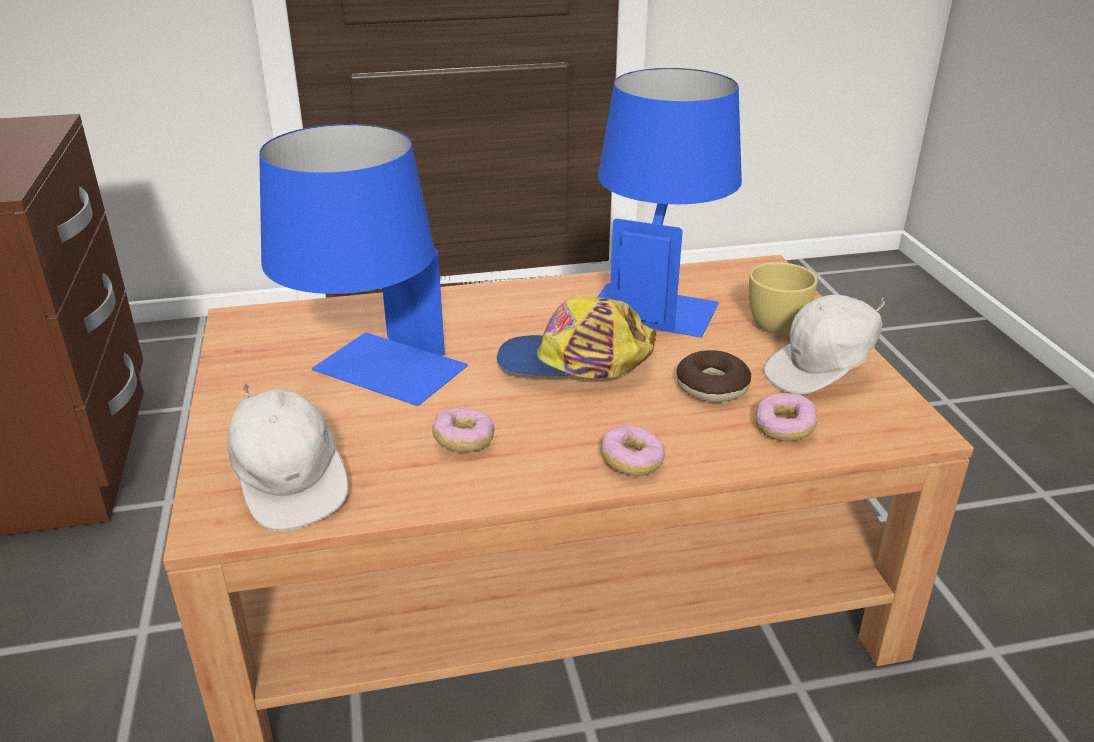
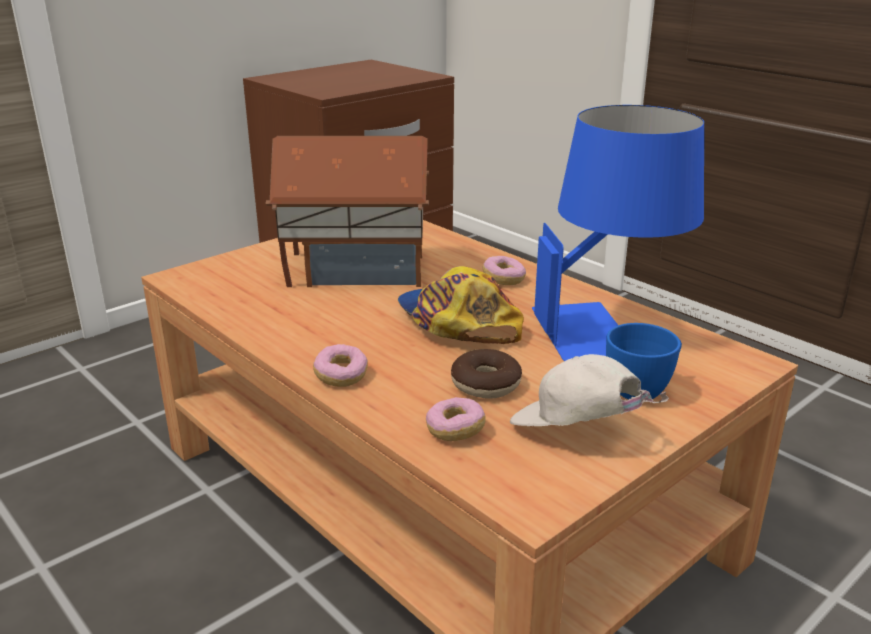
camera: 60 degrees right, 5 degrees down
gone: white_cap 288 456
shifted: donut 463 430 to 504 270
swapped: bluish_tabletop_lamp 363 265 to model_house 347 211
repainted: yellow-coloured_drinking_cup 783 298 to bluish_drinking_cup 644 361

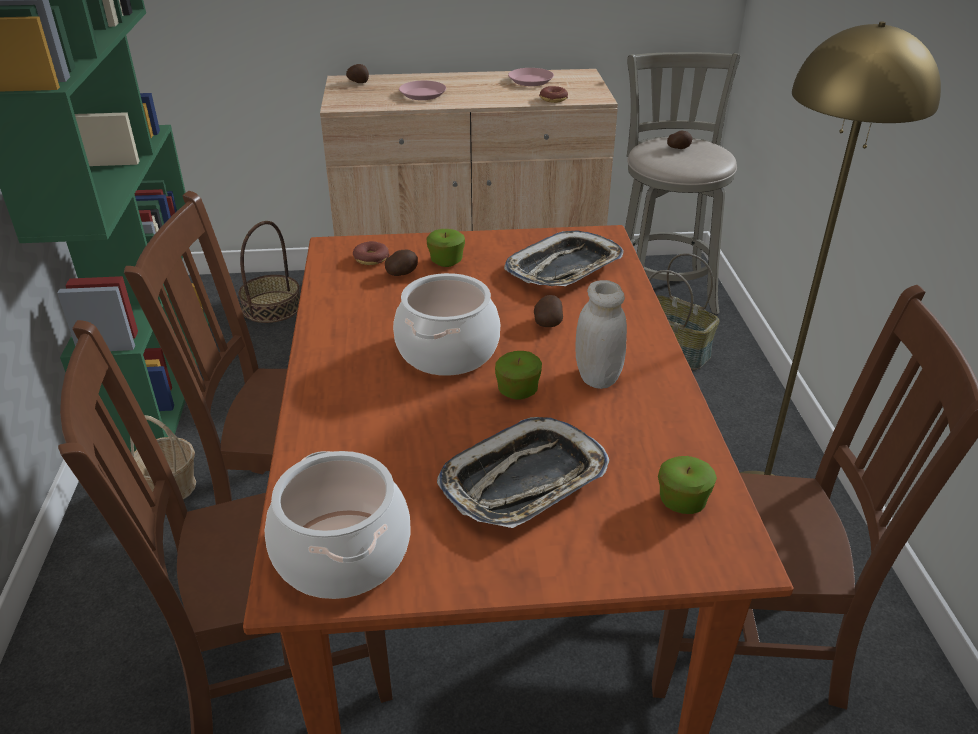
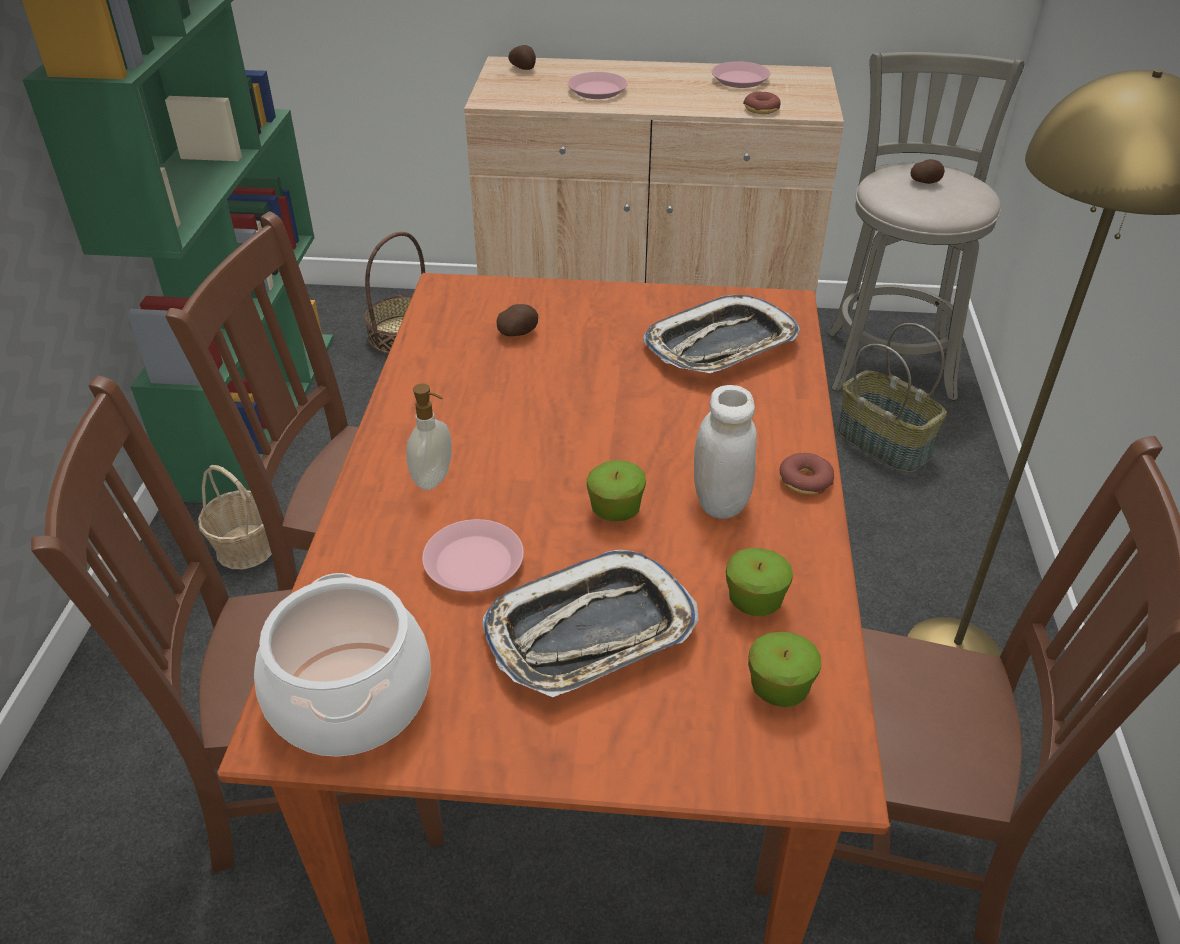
camera: 10 degrees right, 5 degrees up
gone: saucepot 446 324; whole_potato 548 311
new: liquid_soap_bottle 429 437; pink-coloured_plate 473 555
shifted: donut 371 253 to 807 474; apple_fruit 445 248 to 759 582

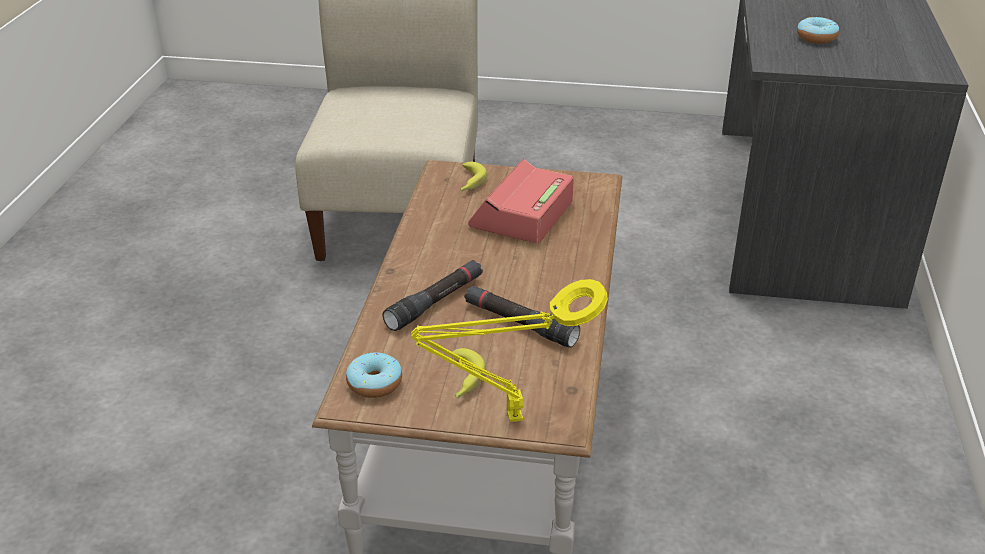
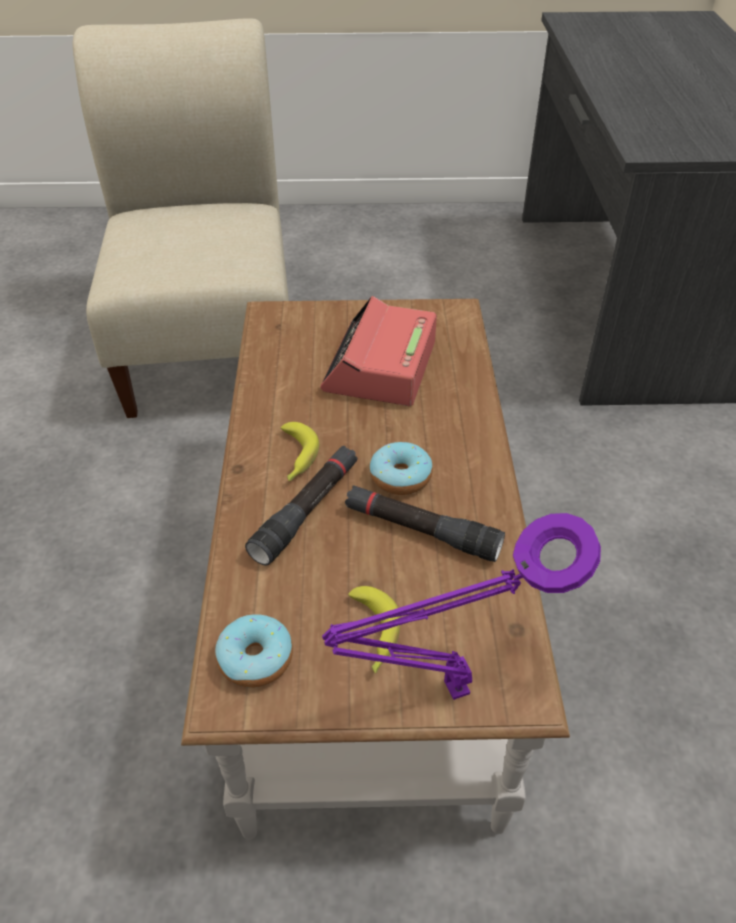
camera: 10 degrees left, 10 degrees up
shifted: whole_banana 474 176 to 299 451; donut 818 30 to 401 468
repainted: yellow-coloured_tabletop_lamp 509 350 to purple-coloured_tabletop_lamp 461 606

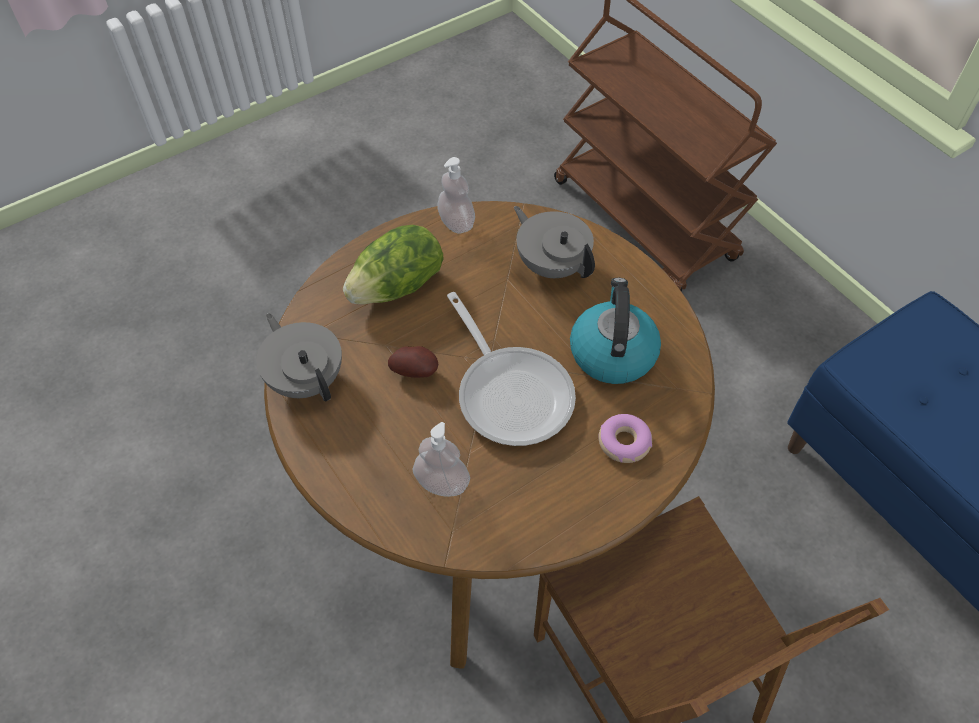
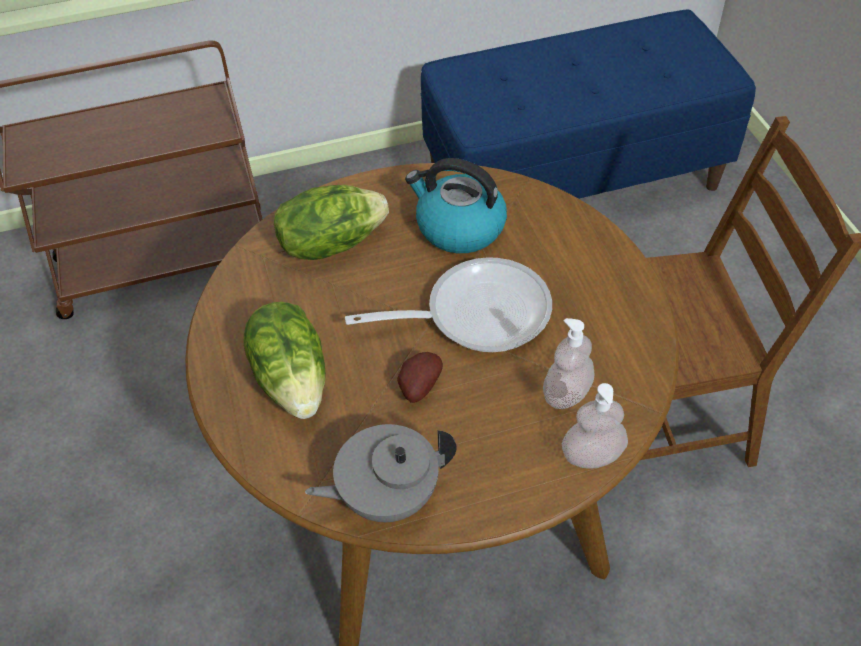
camera: 70 degrees left, 5 degrees down
gone: donut 625 438
shifted: liquid_soap_bottle 456 195 to 595 426
swapped: greyish_teapot 554 242 to lettuce 331 222

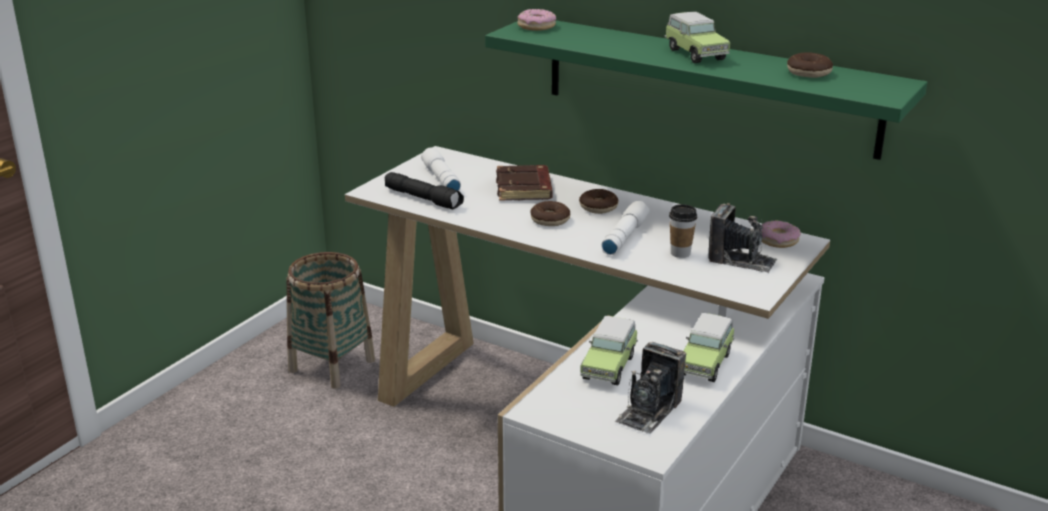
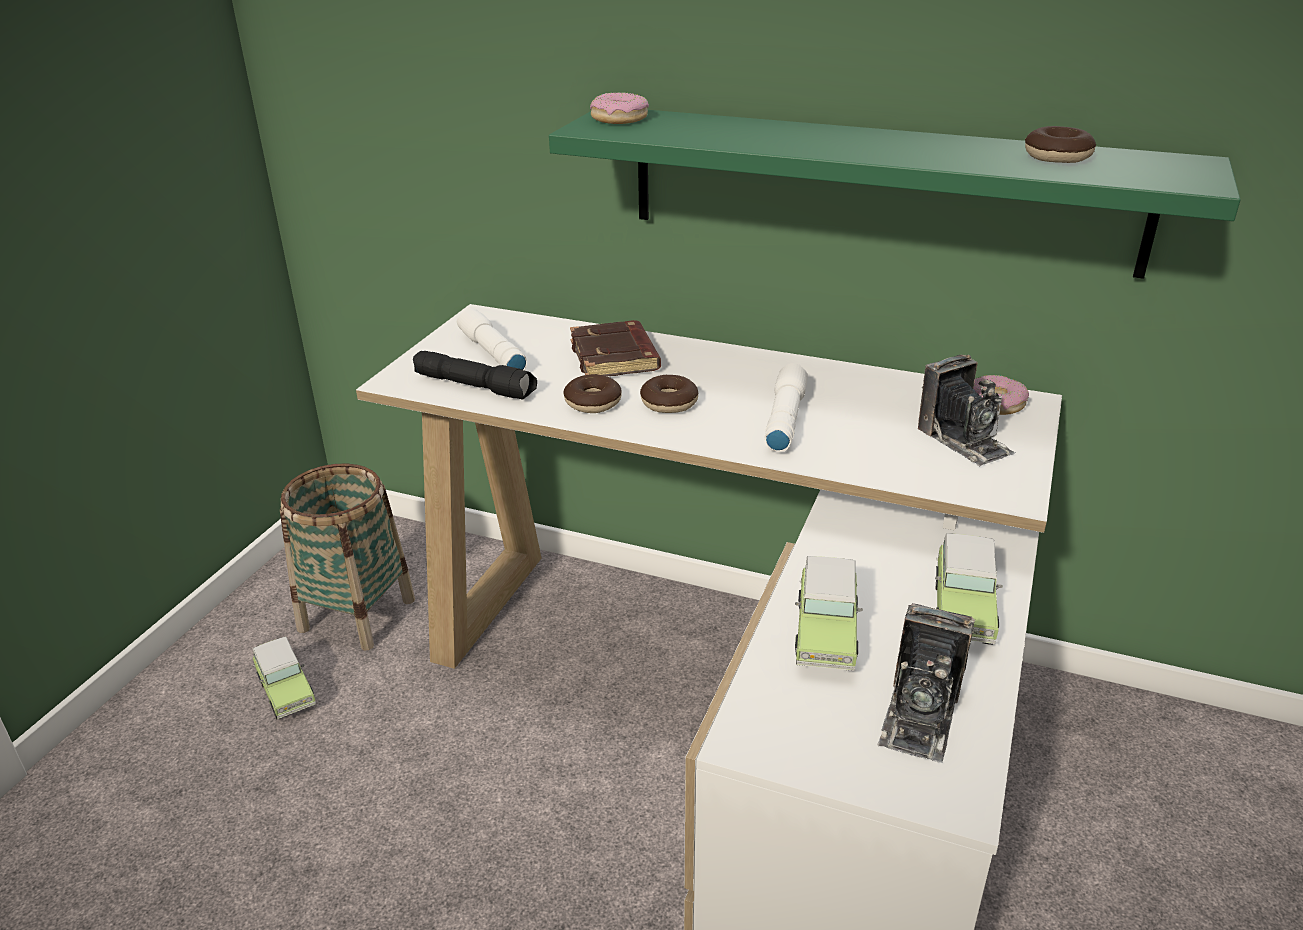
camera: 10 degrees left, 5 degrees up
gone: drinking_cup 683 231
shifted: donut 598 201 to 592 393; model_car 698 37 to 284 677
rotated: photo_camera 742 238 = 966 411 45 degrees clockwise

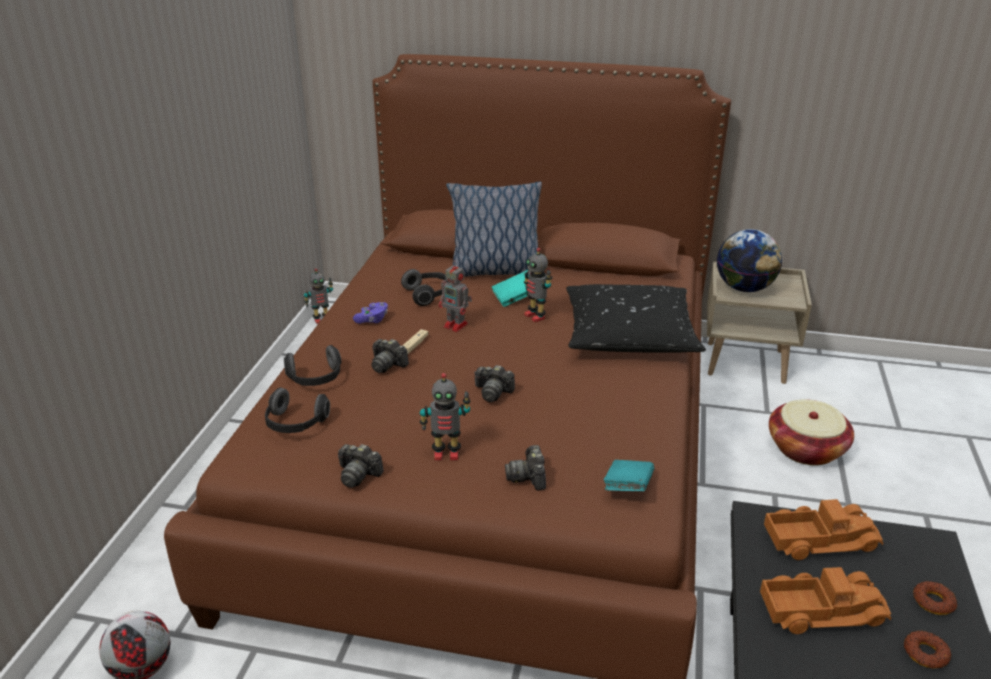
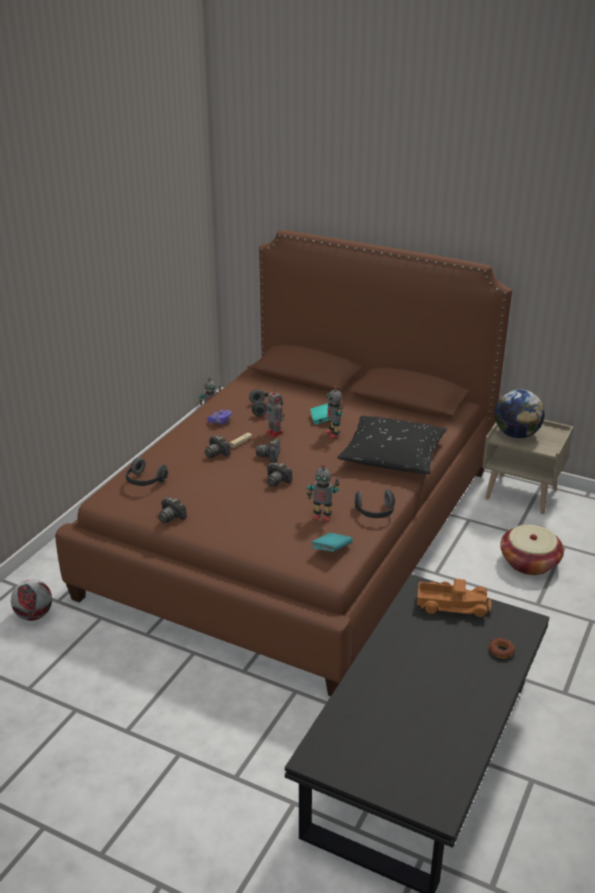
camera: 15 degrees right, 0 degrees up
gone: throw_pillow 494 229; toy_truck 825 600; donut 927 649
shifted: headset 312 365 to 374 504; toy_robot 445 416 to 323 493; photo_camera 525 467 to 268 450

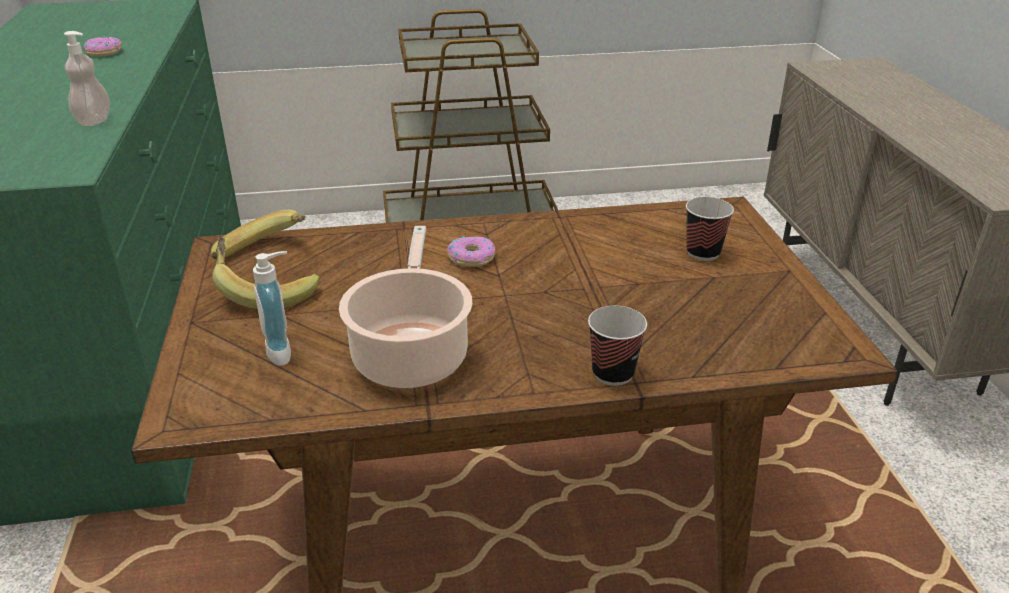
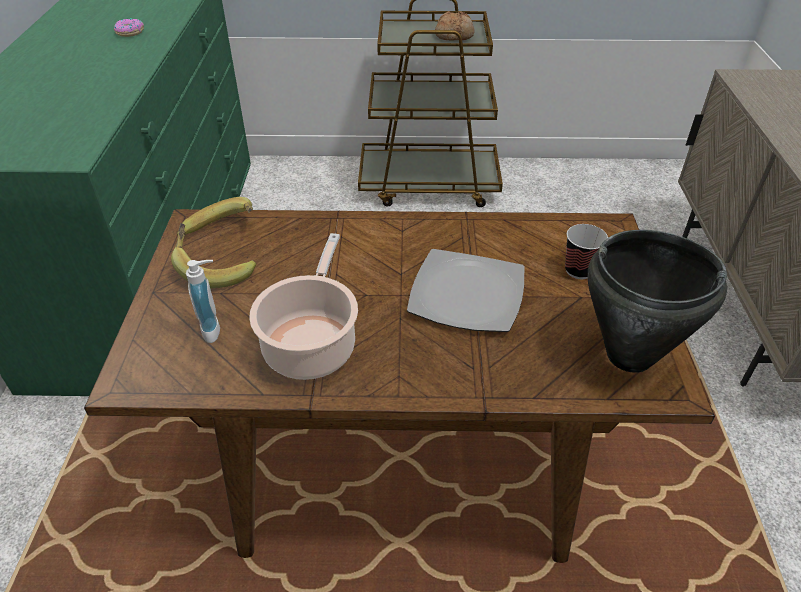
camera: 10 degrees right, 10 degrees up
gone: liquid_soap_bottle 87 78; donut 471 251; drinking_cup 617 346
new: plate 466 290; bakery_bread 454 26; black_saucepot 657 301

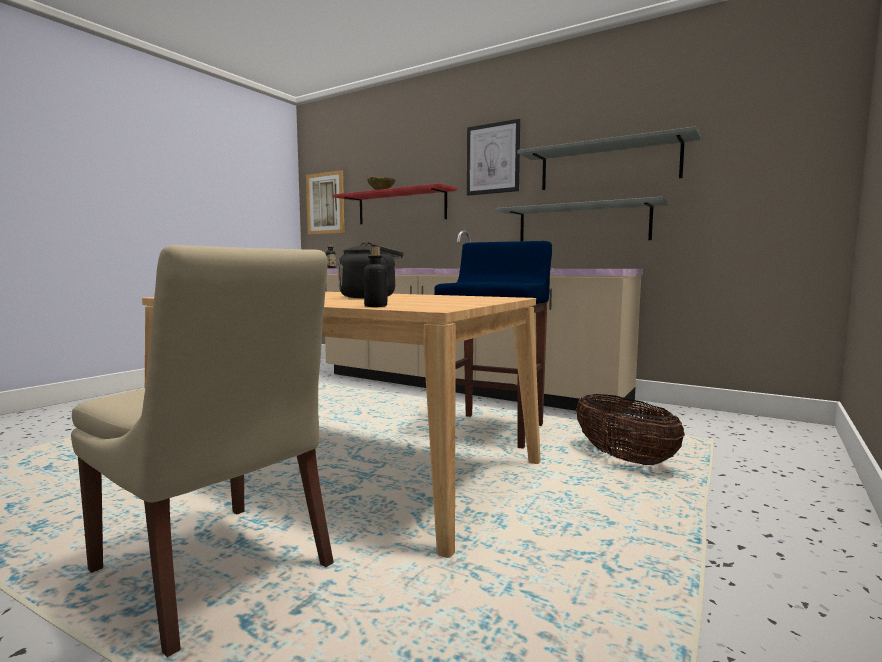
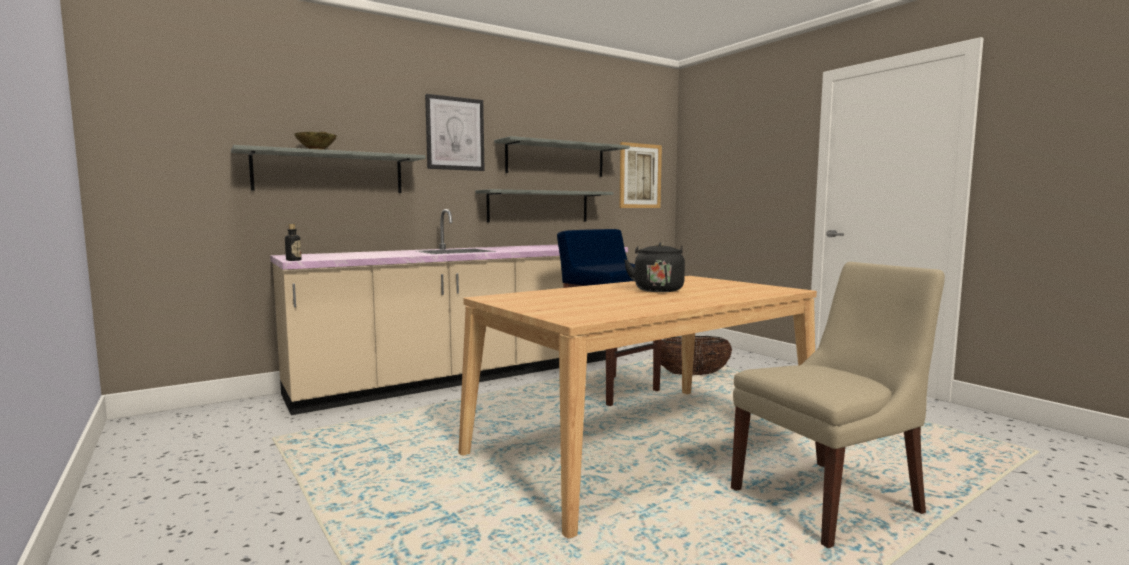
camera: 65 degrees left, 0 degrees up
gone: beverage_bottle 376 276
shifted: wall_picture 325 202 to 641 175
repainted: red_wall_shelf 395 203 to greyish_wall_shelf 328 169

